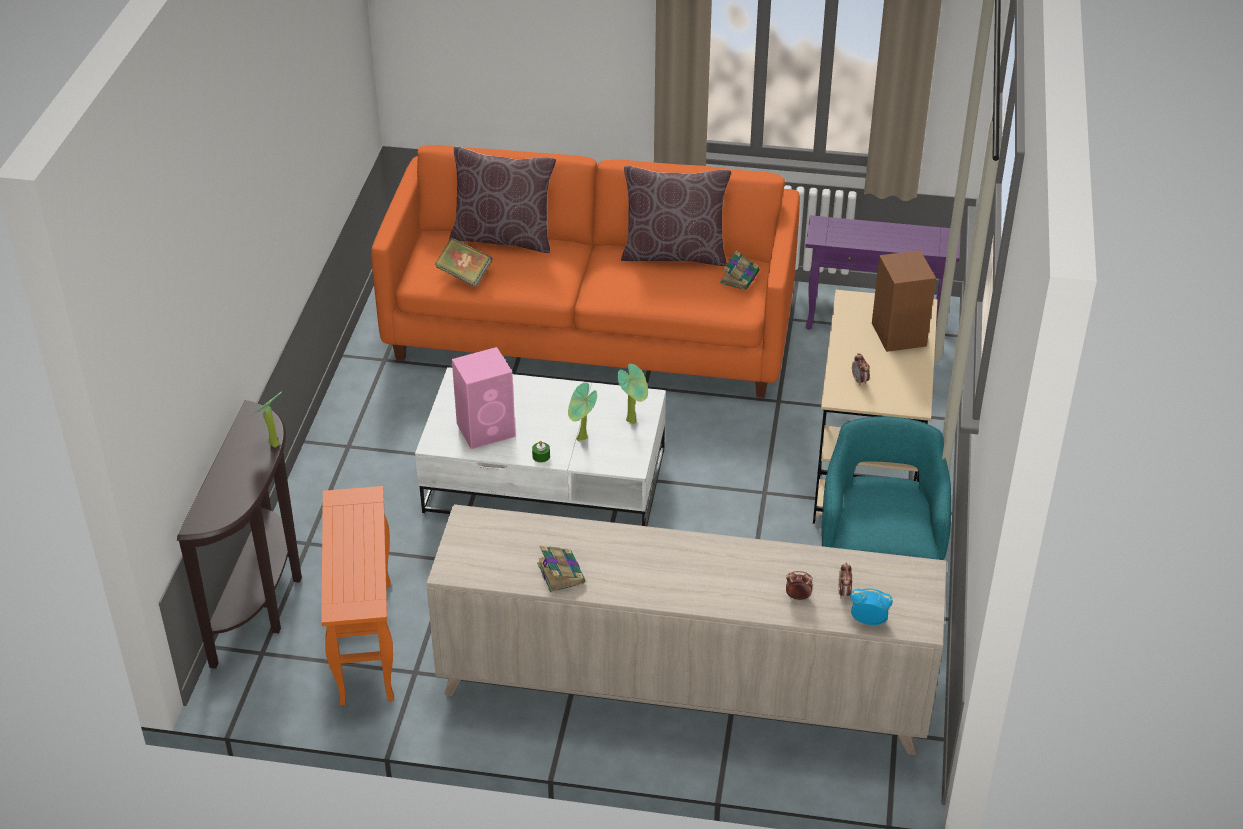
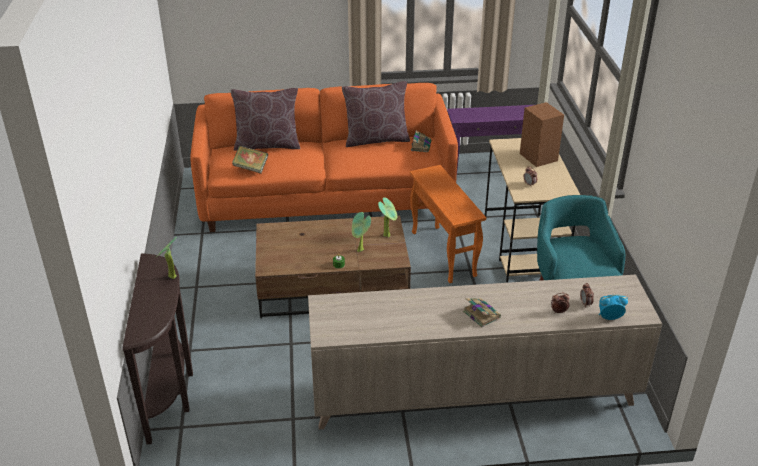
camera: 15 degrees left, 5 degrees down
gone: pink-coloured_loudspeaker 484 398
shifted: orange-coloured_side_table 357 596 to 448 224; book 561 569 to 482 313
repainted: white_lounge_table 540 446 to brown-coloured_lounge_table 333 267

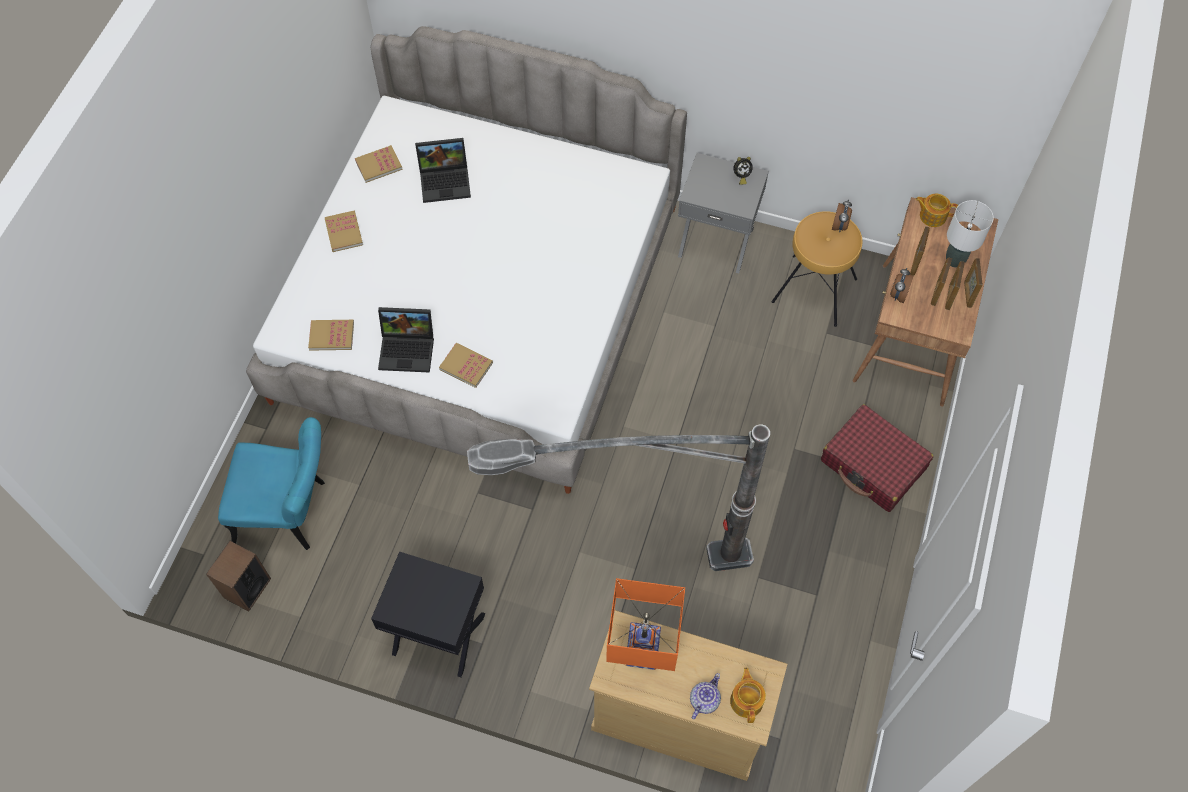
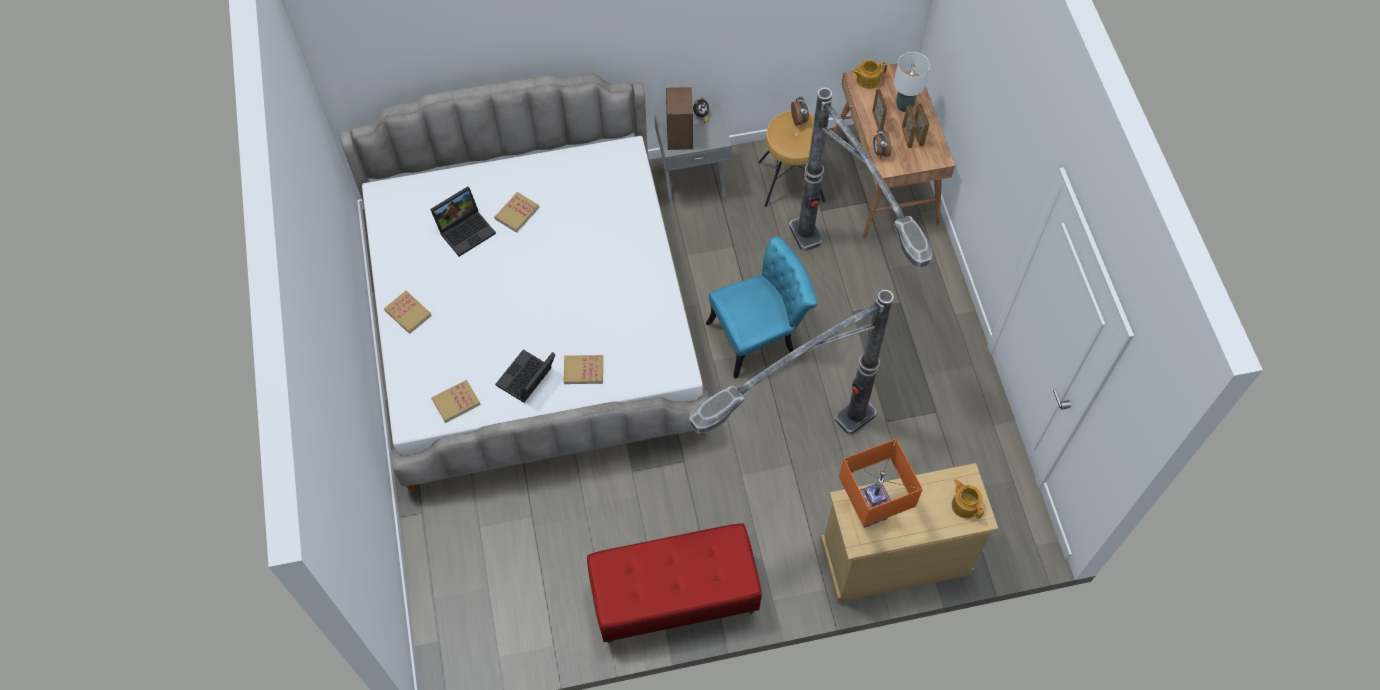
camera: 30 degrees left, 0 degrees up
gone: teapot 705 696; red_suitcase 877 458; photo_frame 973 283
new: standard_lamp 861 178
shifted: loudspeaker 238 576 to 679 118; turquoise_upright_chair 271 483 to 761 307; book 379 164 to 516 212
swapped: black_night_table 428 614 to red_long_seat 674 583
rotated: laptop 406 340 = 525 376 150 degrees clockwise

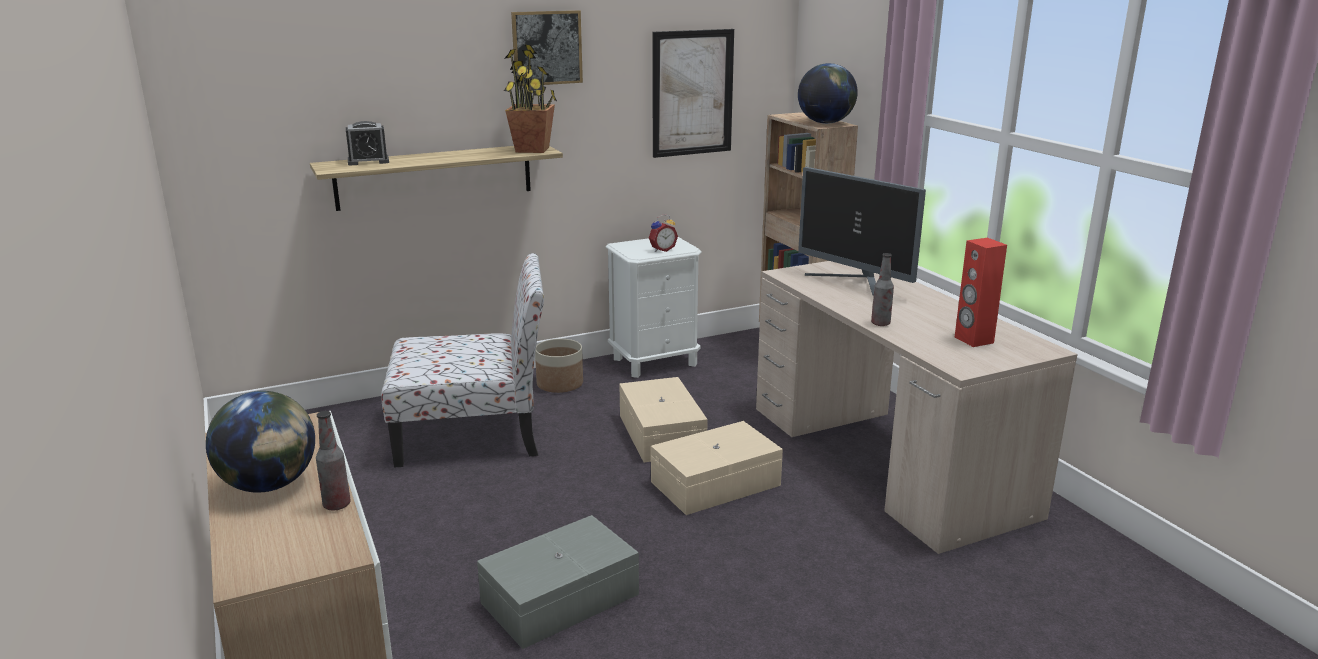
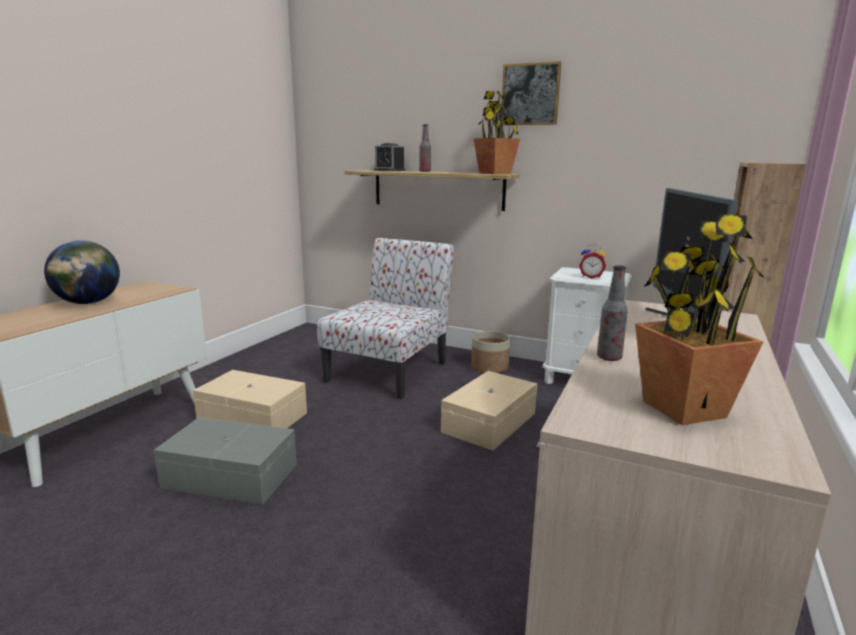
camera: 50 degrees right, 5 degrees down
gone: wall_picture 693 93; desk_globe 828 93
shifted: beverage_bottle 333 460 to 425 148; beige-coloured_storage_container 717 468 to 250 399
swapped: red_loudspeaker 981 292 to plant_in_a_pot 700 319
rotated: upright_chair 462 360 = 385 318 105 degrees counterclockwise

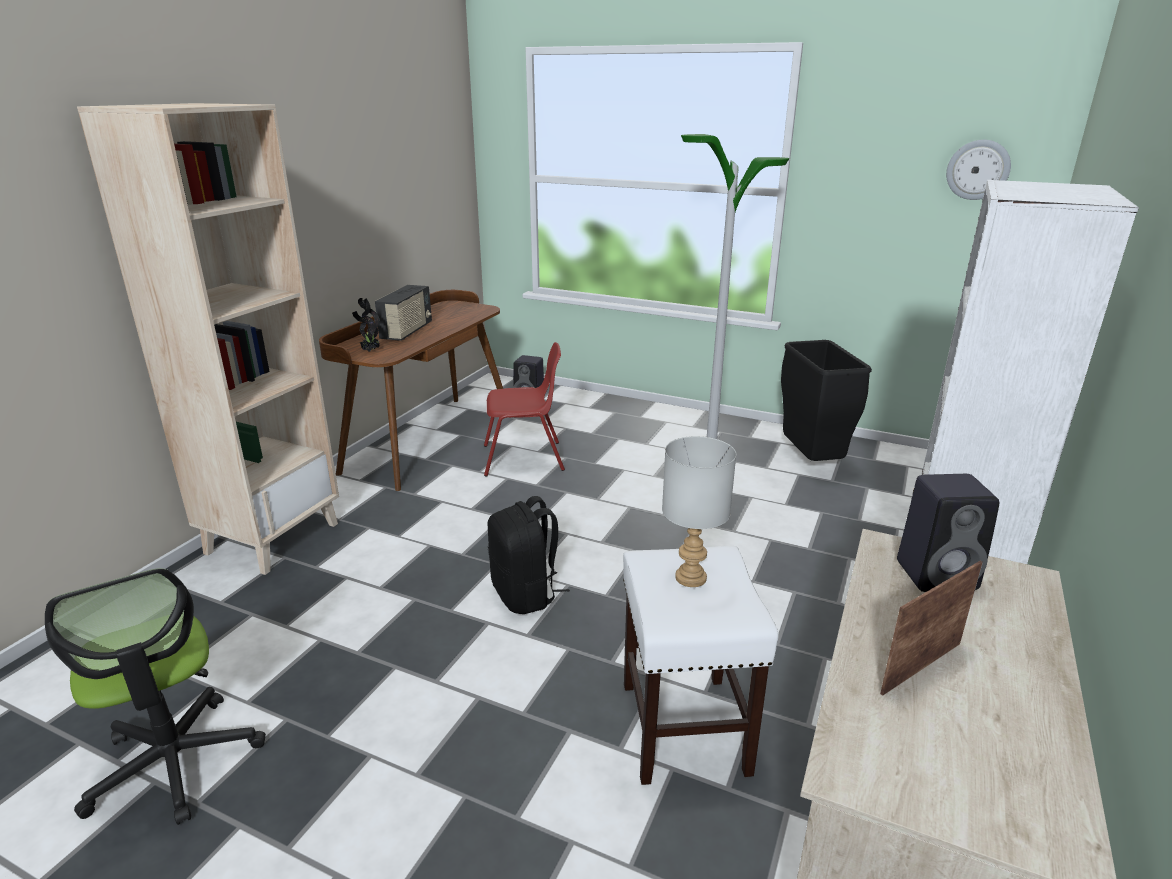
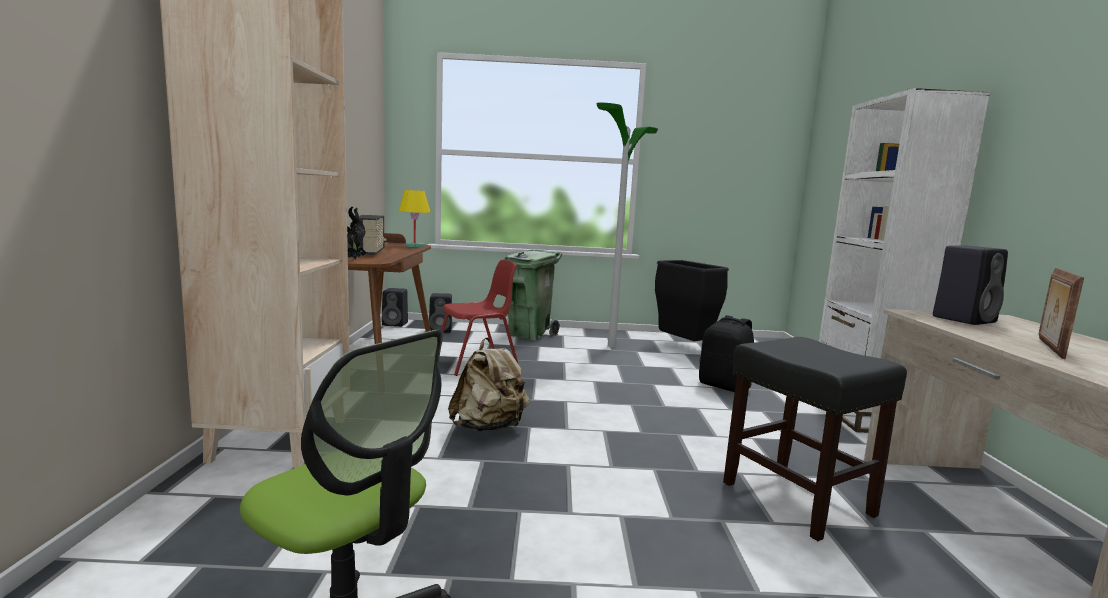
camera: 25 degrees left, 15 degrees down
gone: greyish_tabletop_lamp 699 511; hanging_clock 978 170
new: black_loudspeaker 395 307; yellow-coloured_tabletop_lamp 414 218; beige-coloured_rucksack 489 384; greenish_waste_bin 533 295
shifted: black_rucksack 529 555 to 726 353
repainted: white_stool 700 665 to black_stool 815 439

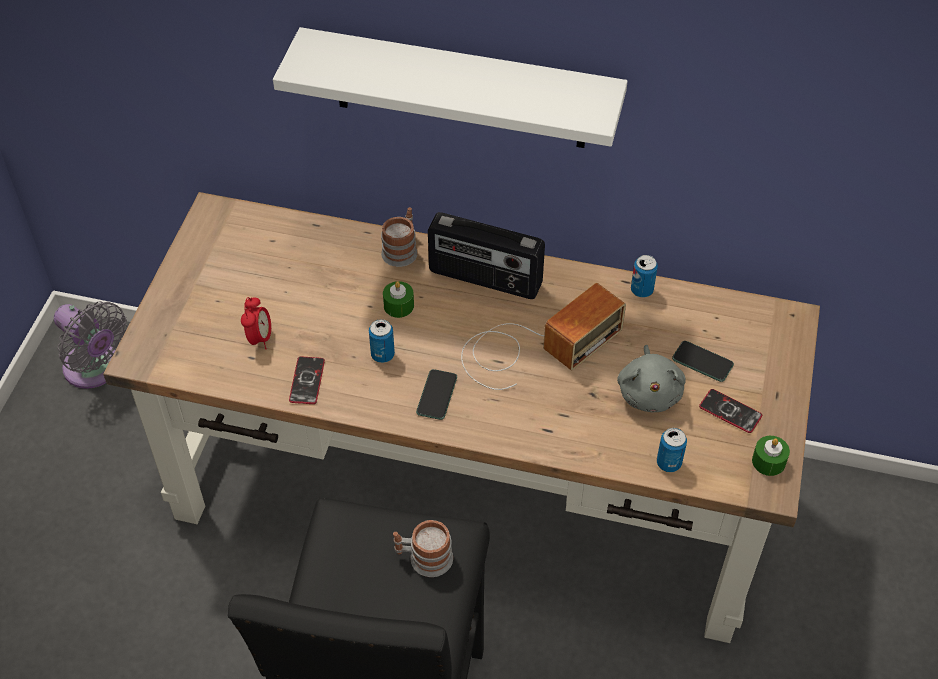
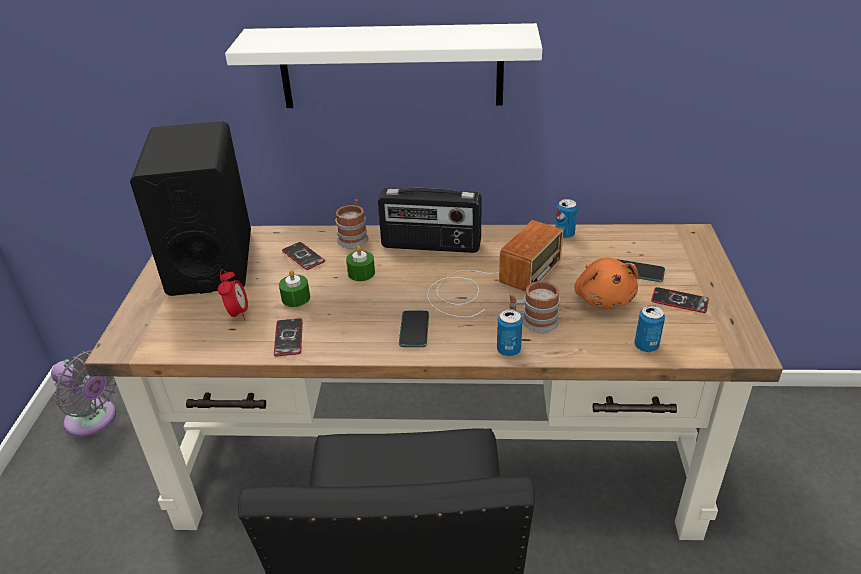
camera: 10 degrees left, 15 degrees down
new: black_loudspeaker 190 208; telephone 303 256
shifted: metal_can 382 341 to 510 332; coffee_mug 423 548 to 534 307; greenish_candle 771 456 to 294 288
repainted: greyish_cuddly_toy 651 379 to orange-coloured_cuddly_toy 606 283

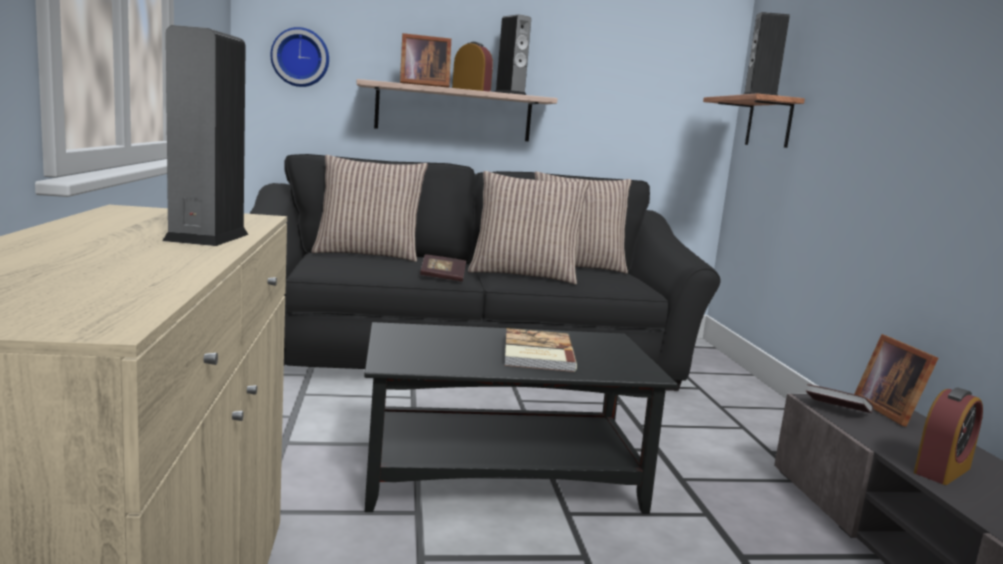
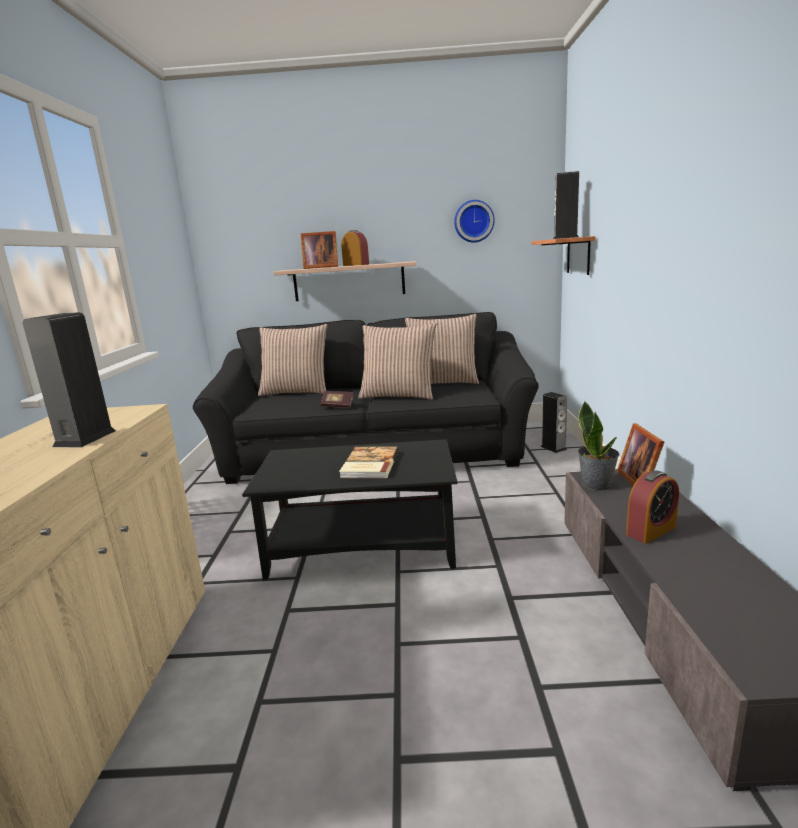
camera: 10 degrees right, 5 degrees up
shifted: hanging_clock 300 57 to 474 221; loudspeaker 513 54 to 554 422
swapped: book 839 398 to plant_in_a_pot 599 446

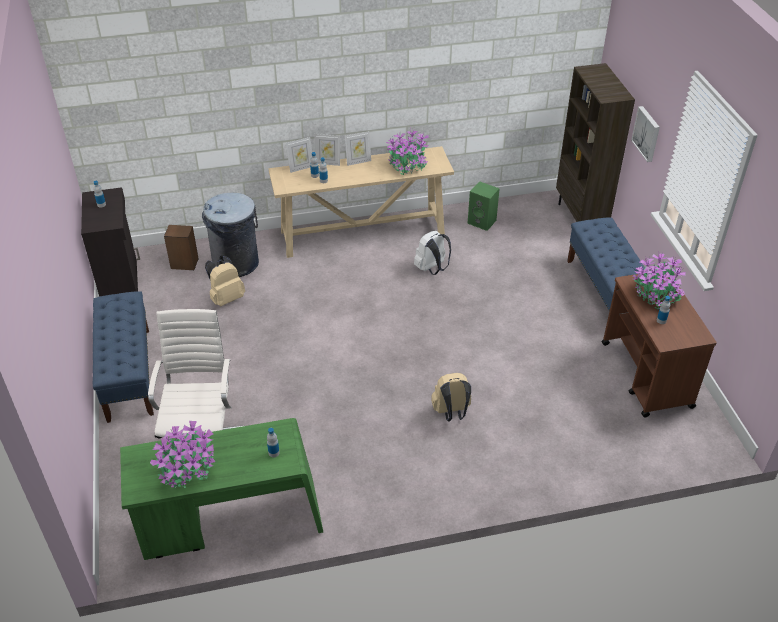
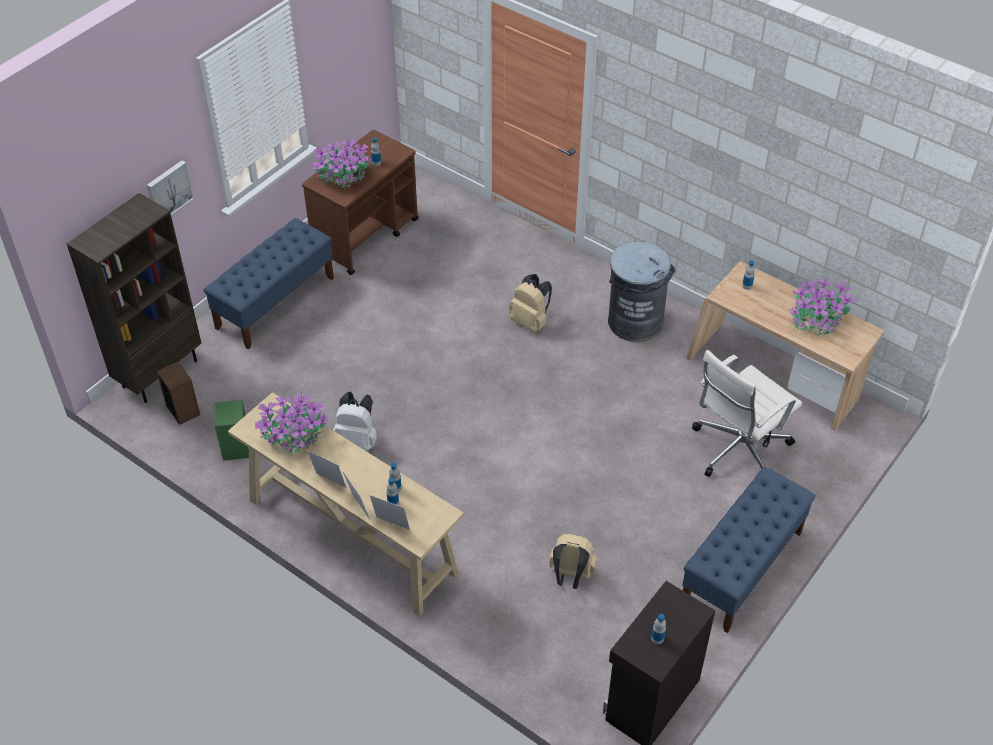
camera: 130 degrees left, 5 degrees up
shifted: loudspeaker 181 247 to 178 393; greyish_waste_bin 230 235 to 642 291
repainted: greenish_desk 221 489 to beige-coloured_desk 785 346

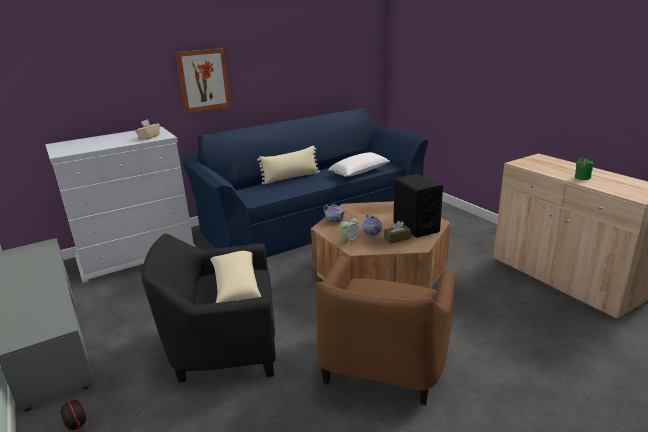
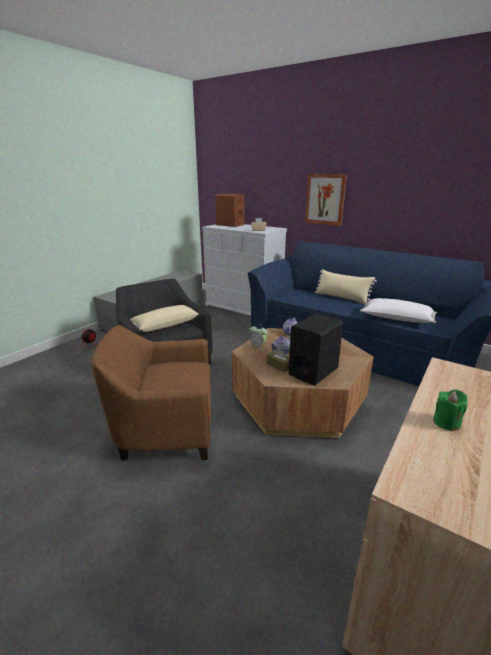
camera: 65 degrees right, 0 degrees up
new: brown-coloured_loudspeaker 230 210

